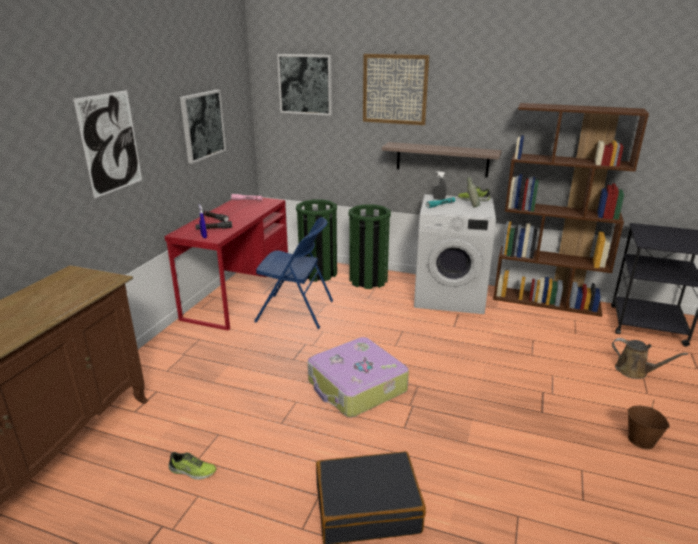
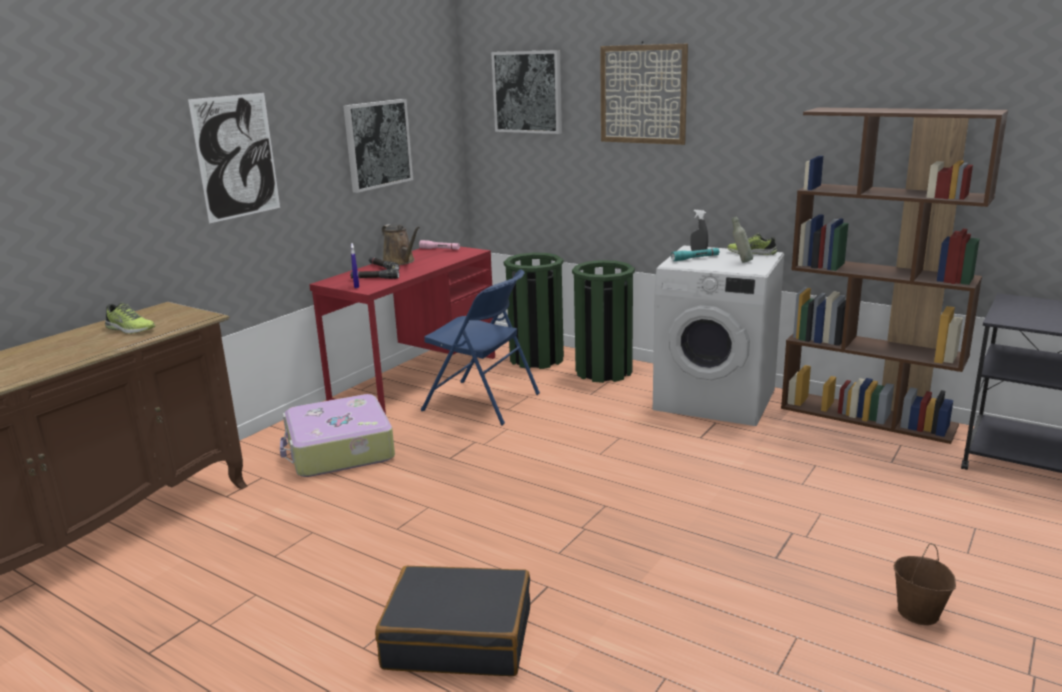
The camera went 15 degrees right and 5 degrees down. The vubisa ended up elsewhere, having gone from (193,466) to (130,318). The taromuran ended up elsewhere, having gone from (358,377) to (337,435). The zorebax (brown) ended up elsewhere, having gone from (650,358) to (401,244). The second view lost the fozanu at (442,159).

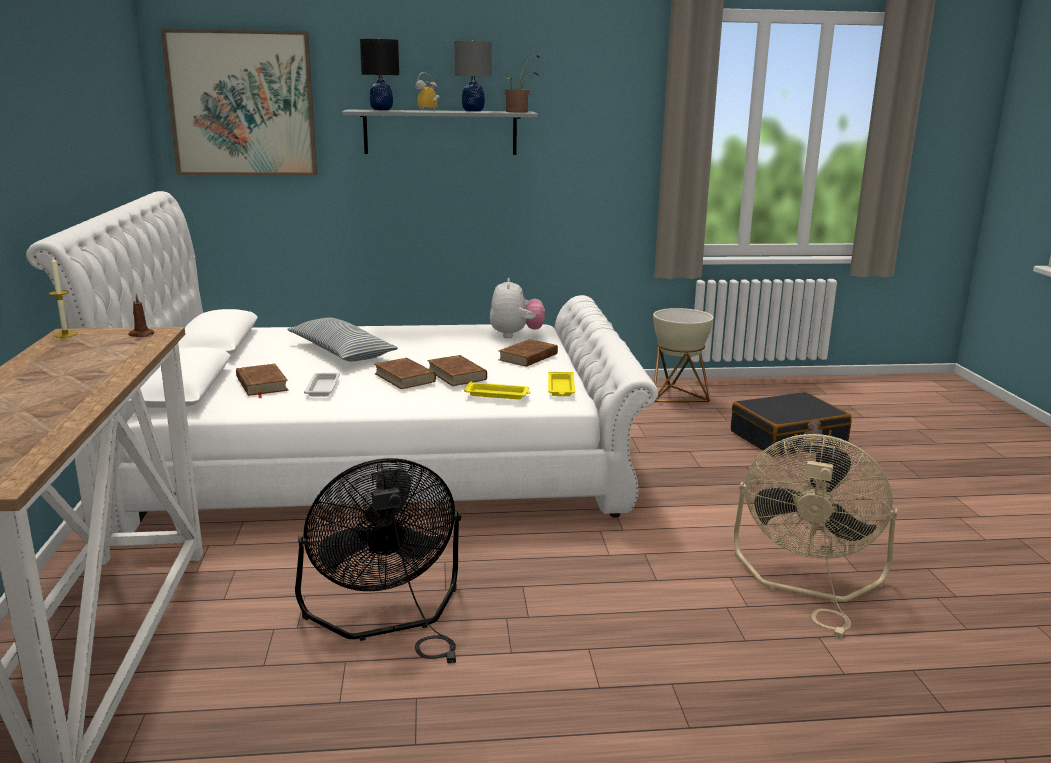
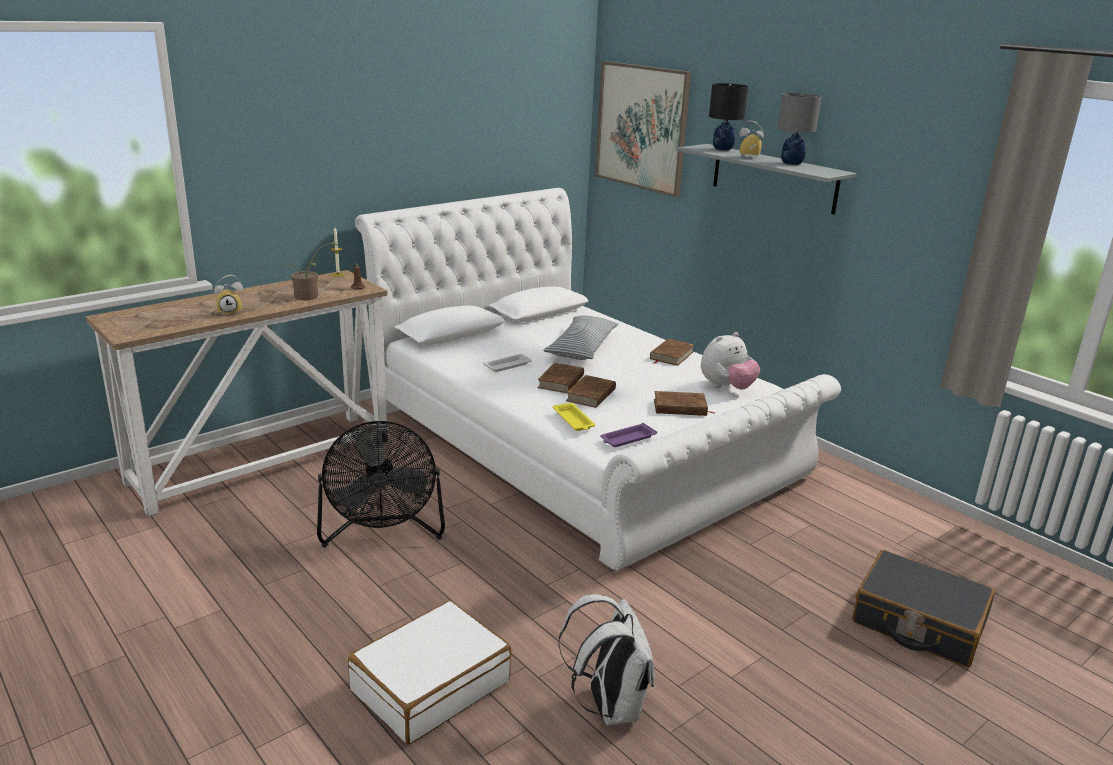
The camera went 55 degrees right and 5 degrees up. The second view gained the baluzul at (228,295). The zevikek ended up elsewhere, having gone from (522,83) to (311,271). The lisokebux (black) at (378,560) ended up facing another way, 135 degrees clockwise from before. The second view gained the taromuran (white) at (429,672). Where the lisokebux (beige) stood at (815,536), the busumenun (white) came to stand at (606,659). What was the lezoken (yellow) at (561,384) turned into the lezoken (purple) at (628,435). The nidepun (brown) ended up elsewhere, having gone from (262,381) to (672,352). The second view lost the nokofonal at (683,355).

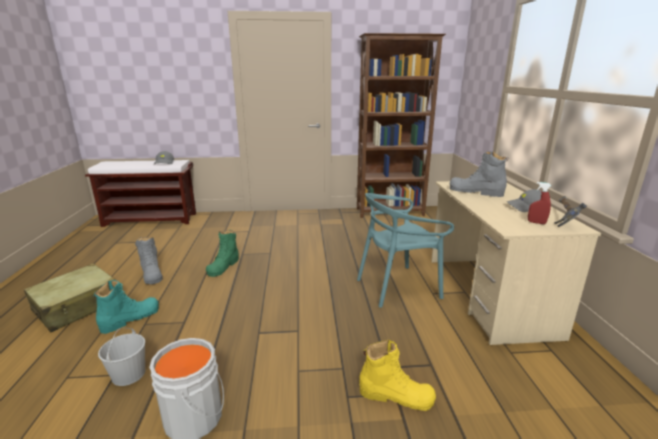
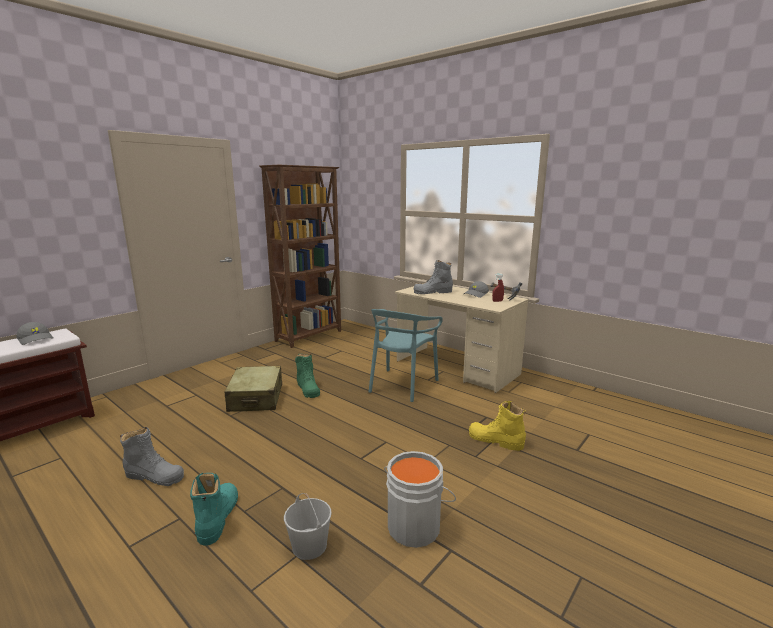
The camera went 45 degrees left and 5 degrees down. The taromuran (beige) ended up elsewhere, having gone from (69,297) to (253,389). The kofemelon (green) ended up elsewhere, having gone from (222,253) to (307,376). The kofemelon (yellow) at (397,375) ended up facing another way, 120 degrees counterclockwise from before.

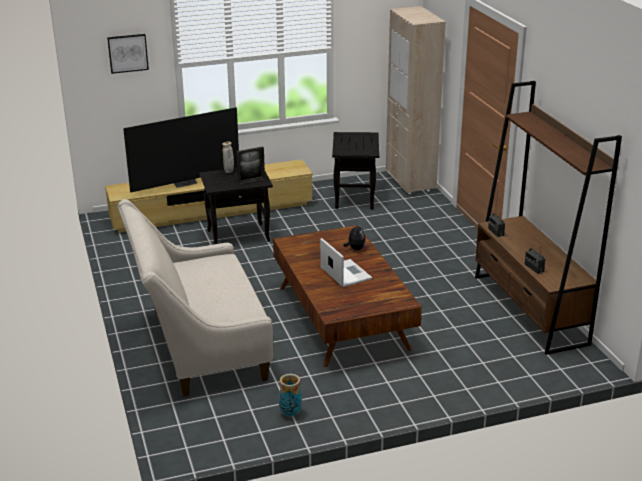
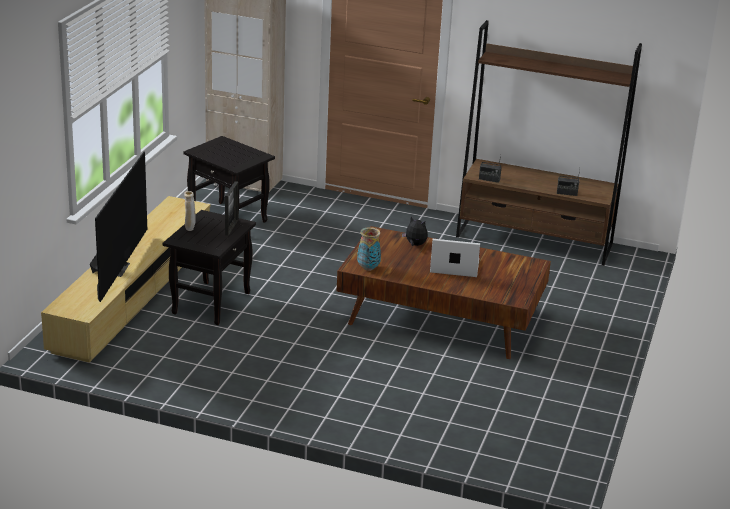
The camera went 55 degrees left and 0 degrees up. The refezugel ended up elsewhere, having gone from (290,395) to (369,249). The second view lost the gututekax at (128,54). The second view lost the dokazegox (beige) at (196,298).

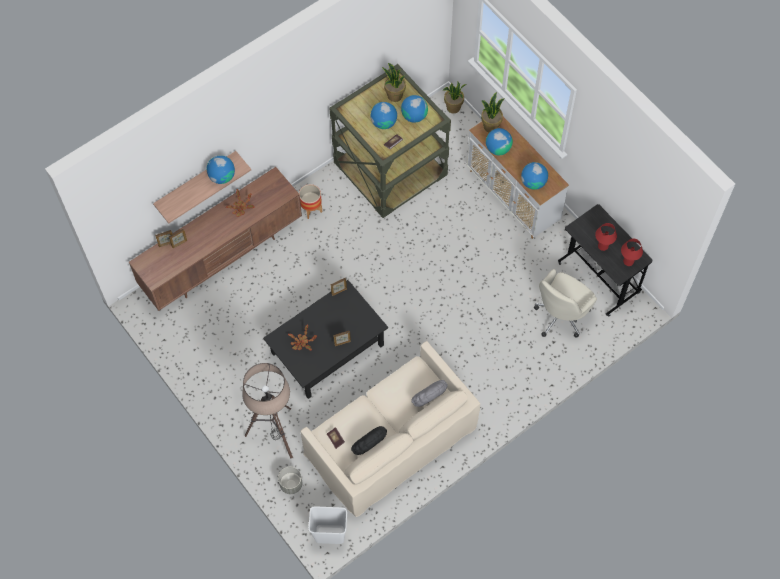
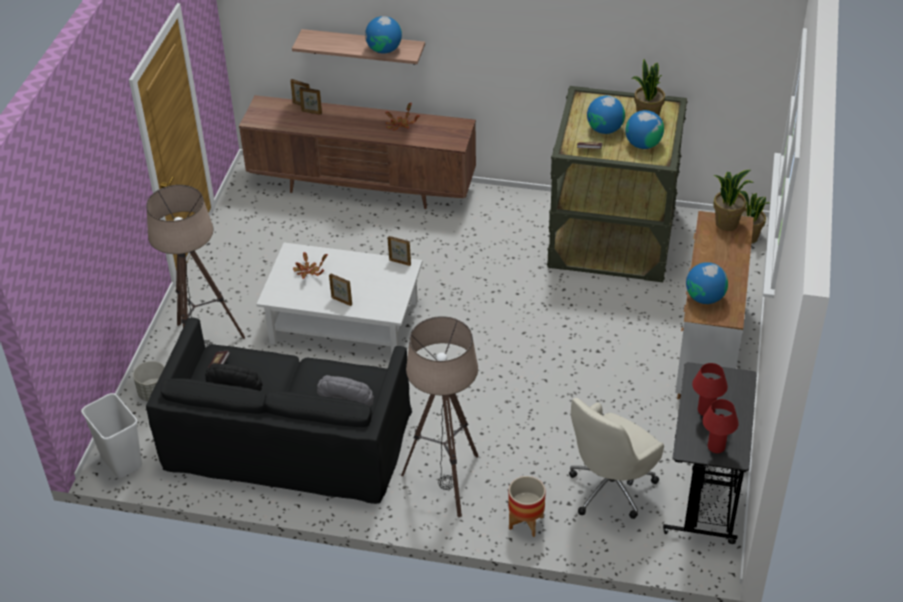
The camera went 50 degrees right and 20 degrees down. What was the dokazegox (beige) at (390,429) turned into the dokazegox (black) at (279,411). What was the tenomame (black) at (325,339) turned into the tenomame (white) at (339,298). The second view gained the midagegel at (440,416). The nokofonal ended up elsewhere, having gone from (310,201) to (526,506). The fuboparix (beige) at (565,303) ended up facing another way, 45 degrees counterclockwise from before. The second view lost the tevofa at (499,141).

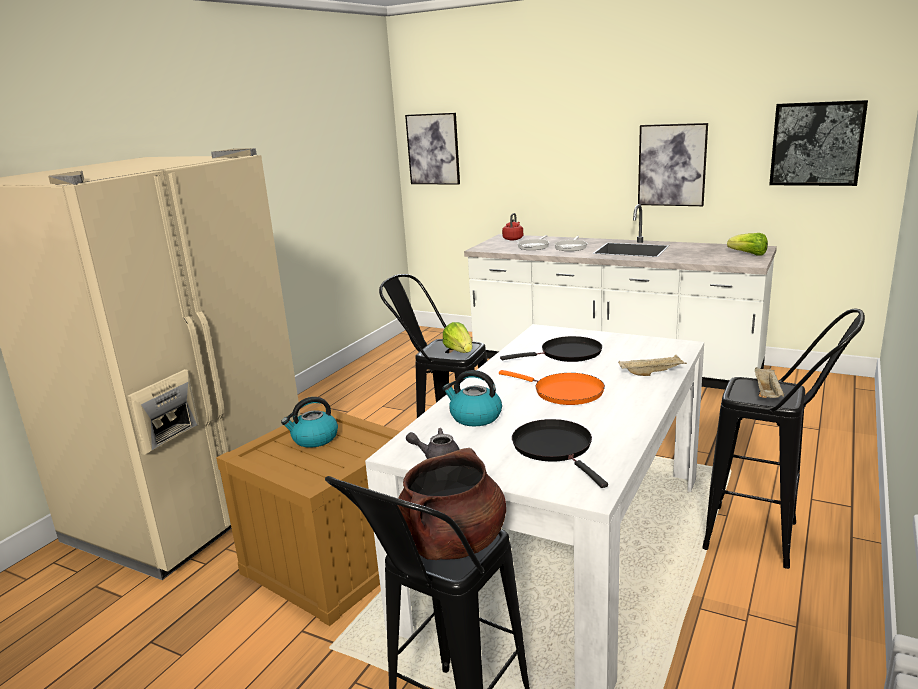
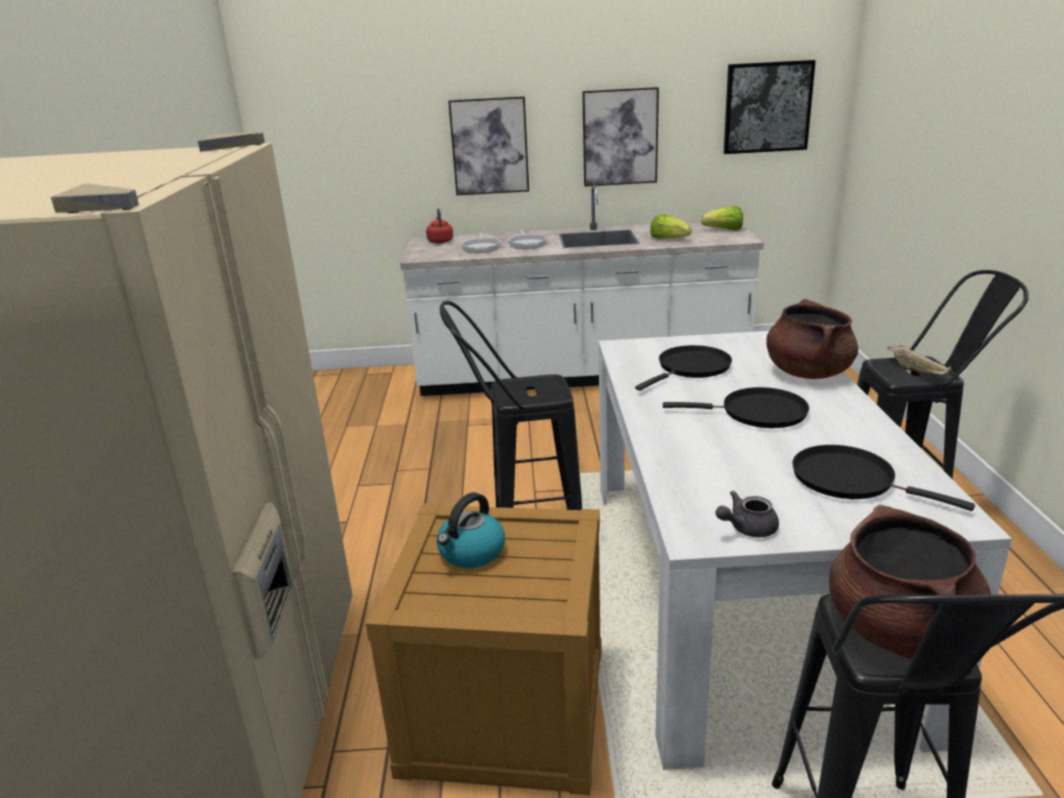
The camera went 30 degrees left and 5 degrees up. The gututekax ended up elsewhere, having gone from (432,149) to (488,145). The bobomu ended up elsewhere, having gone from (457,337) to (671,226). What was the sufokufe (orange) at (552,387) turned into the sufokufe (black) at (736,407). Where the lezoken (beige) stood at (652,365), the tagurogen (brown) came to stand at (812,339). The second view lost the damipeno at (472,398).

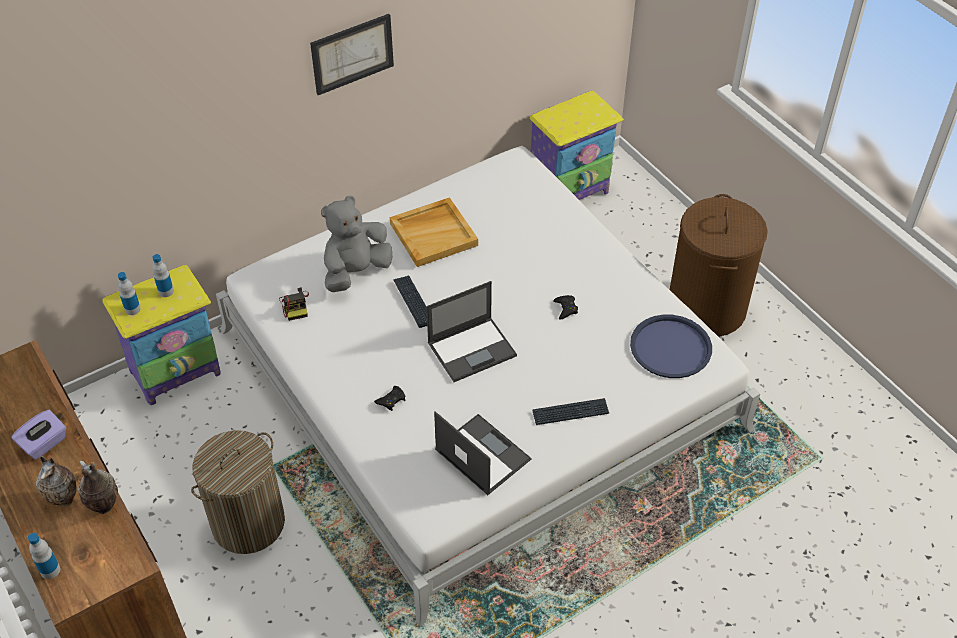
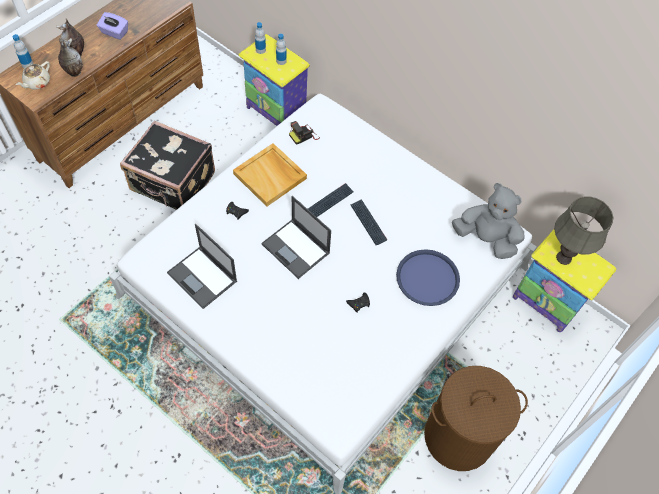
The camera went 70 degrees right and 10 degrees up. The second view gained the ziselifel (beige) at (33,75). Where the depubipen stood at (238,492), the taromuran (black) came to stand at (167,165). The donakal at (483,453) ended up facing another way, 105 degrees clockwise from before. The lezoken (beige) ended up elsewhere, having gone from (434,232) to (270,175). The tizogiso ended up elsewhere, having gone from (570,411) to (368,222). The lezoken (blue) ended up elsewhere, having gone from (671,346) to (428,277). The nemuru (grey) ended up elsewhere, having gone from (356,244) to (488,221). The second view gained the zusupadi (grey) at (583,230). The second view lost the gututekax at (352,54).

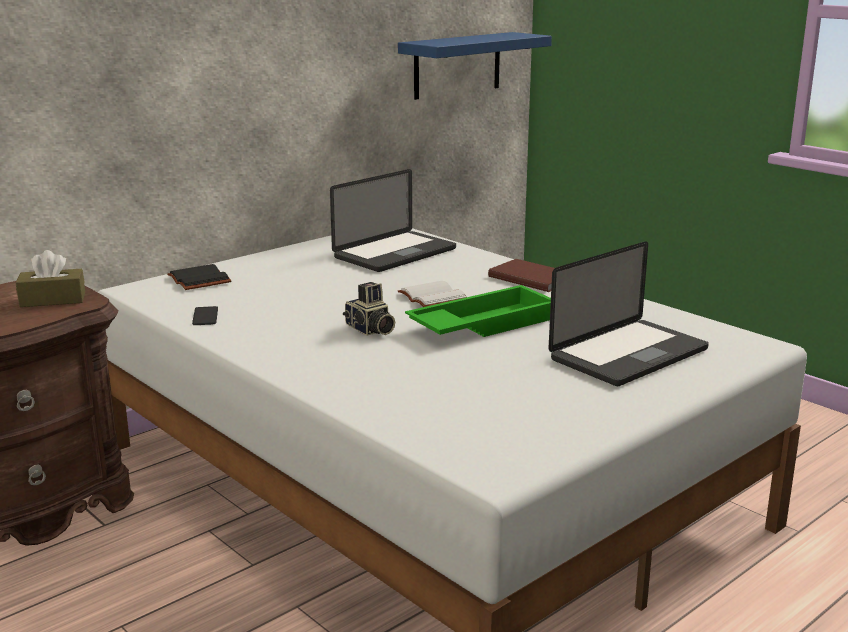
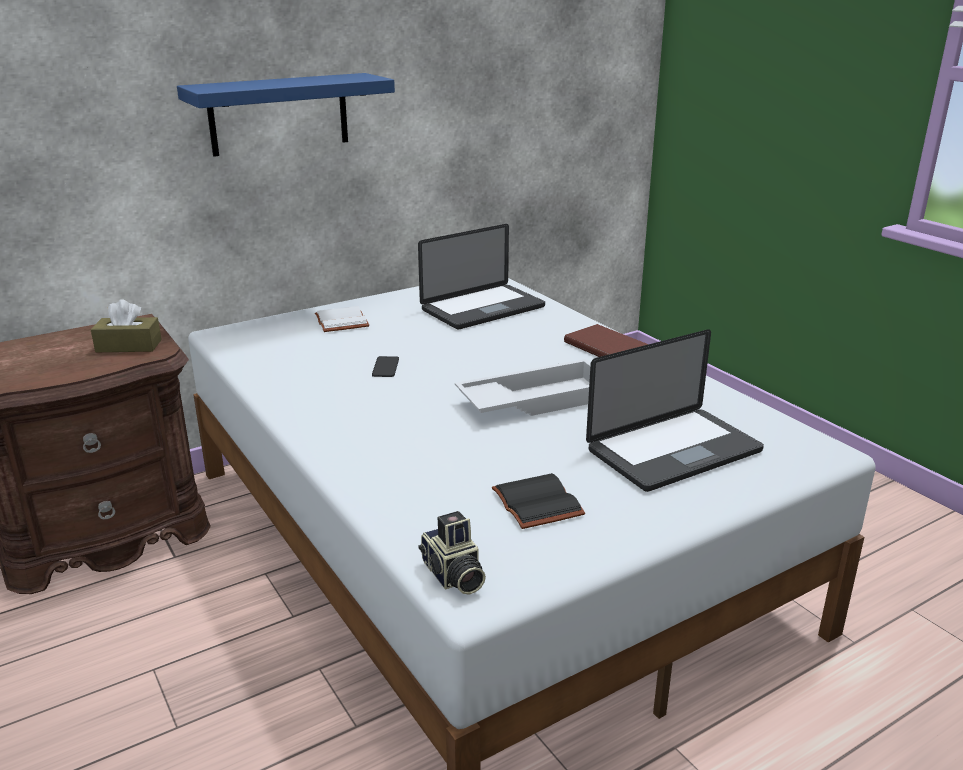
The camera went 10 degrees right and 5 degrees up. The fozanu (blue) ended up elsewhere, having gone from (475,66) to (286,115). The nidepun (white) ended up elsewhere, having gone from (432,294) to (342,319). The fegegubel ended up elsewhere, having gone from (205,315) to (385,366). The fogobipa ended up elsewhere, having gone from (369,309) to (452,553). What was the lezoken (green) at (478,311) turned into the lezoken (white) at (523,387). The nidepun (black) ended up elsewhere, having gone from (199,277) to (538,501).

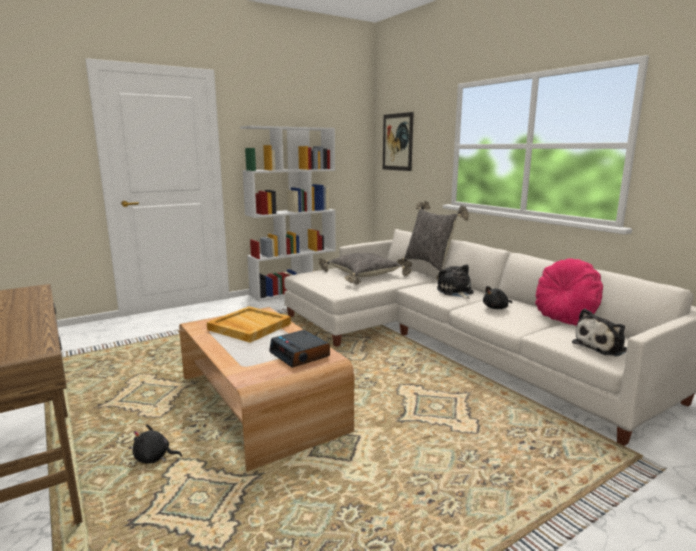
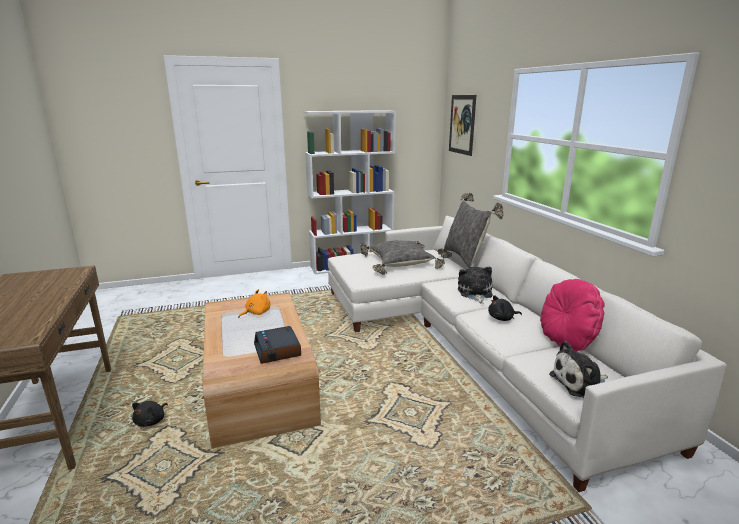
The camera went 15 degrees right and 5 degrees up. The nemuru (black) at (157,443) ended up facing another way, 90 degrees counterclockwise from before. Where the lezoken (beige) stood at (249,324), the nemuru (orange) came to stand at (254,303).

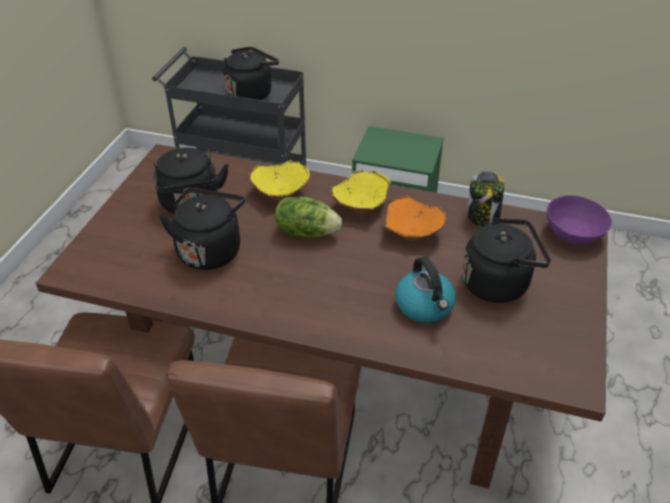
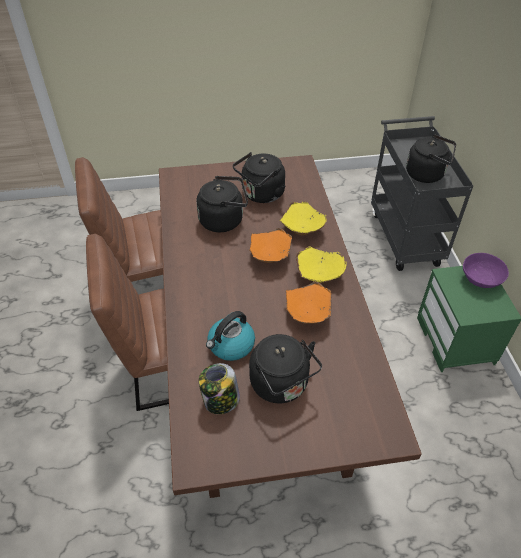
The camera went 65 degrees right and 5 degrees up. The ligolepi ended up elsewhere, having gone from (485,199) to (219,388). Where the bobomu stood at (308,217), the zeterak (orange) came to stand at (270,245). The zeterak (purple) ended up elsewhere, having gone from (579,219) to (486,270).

